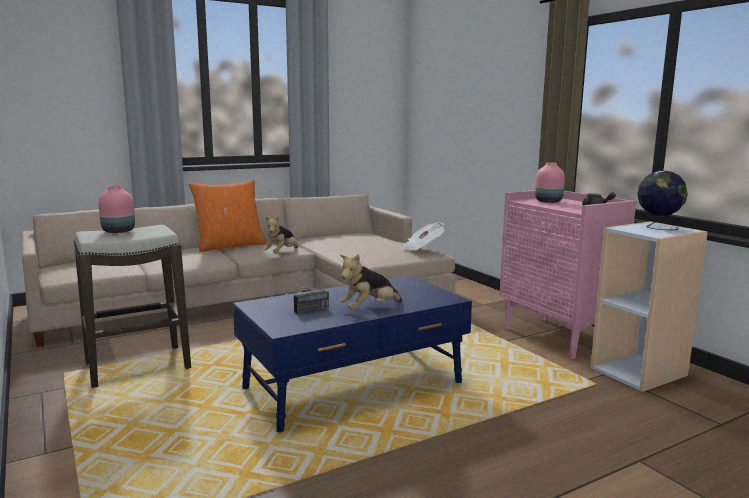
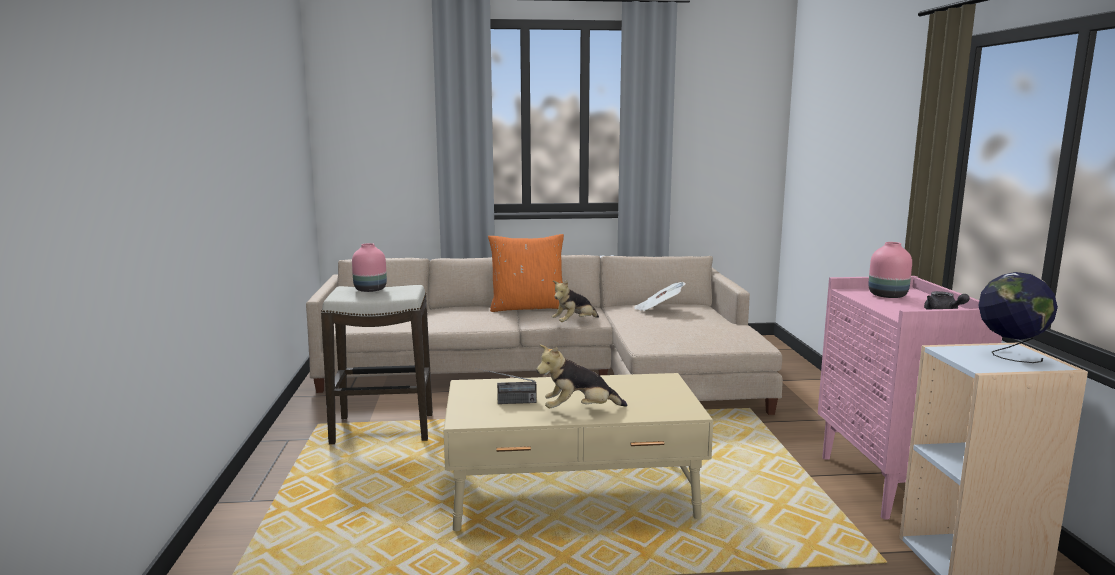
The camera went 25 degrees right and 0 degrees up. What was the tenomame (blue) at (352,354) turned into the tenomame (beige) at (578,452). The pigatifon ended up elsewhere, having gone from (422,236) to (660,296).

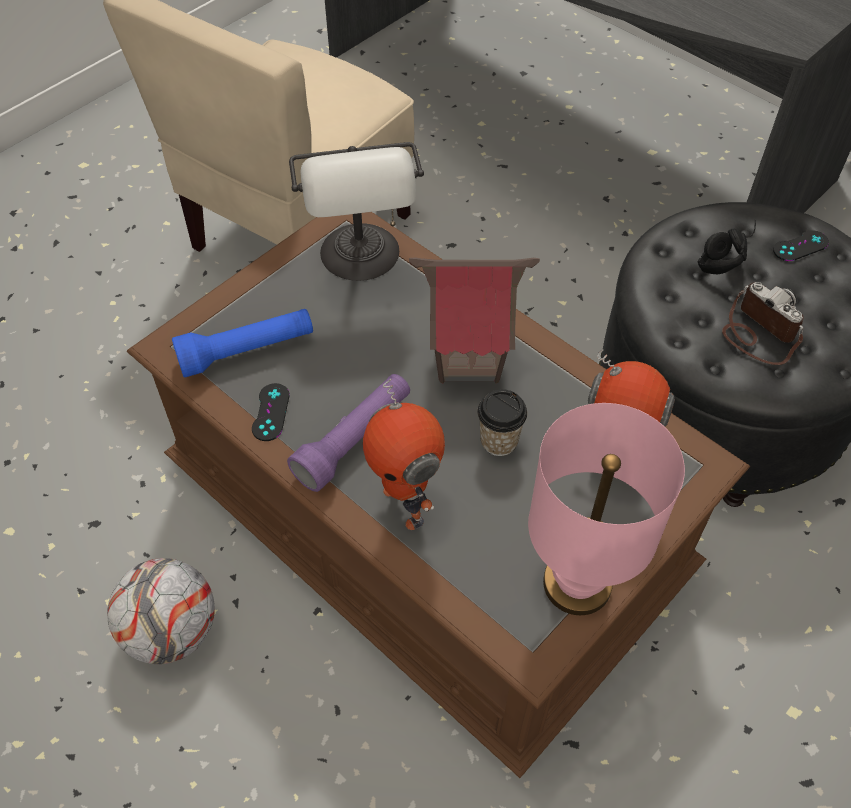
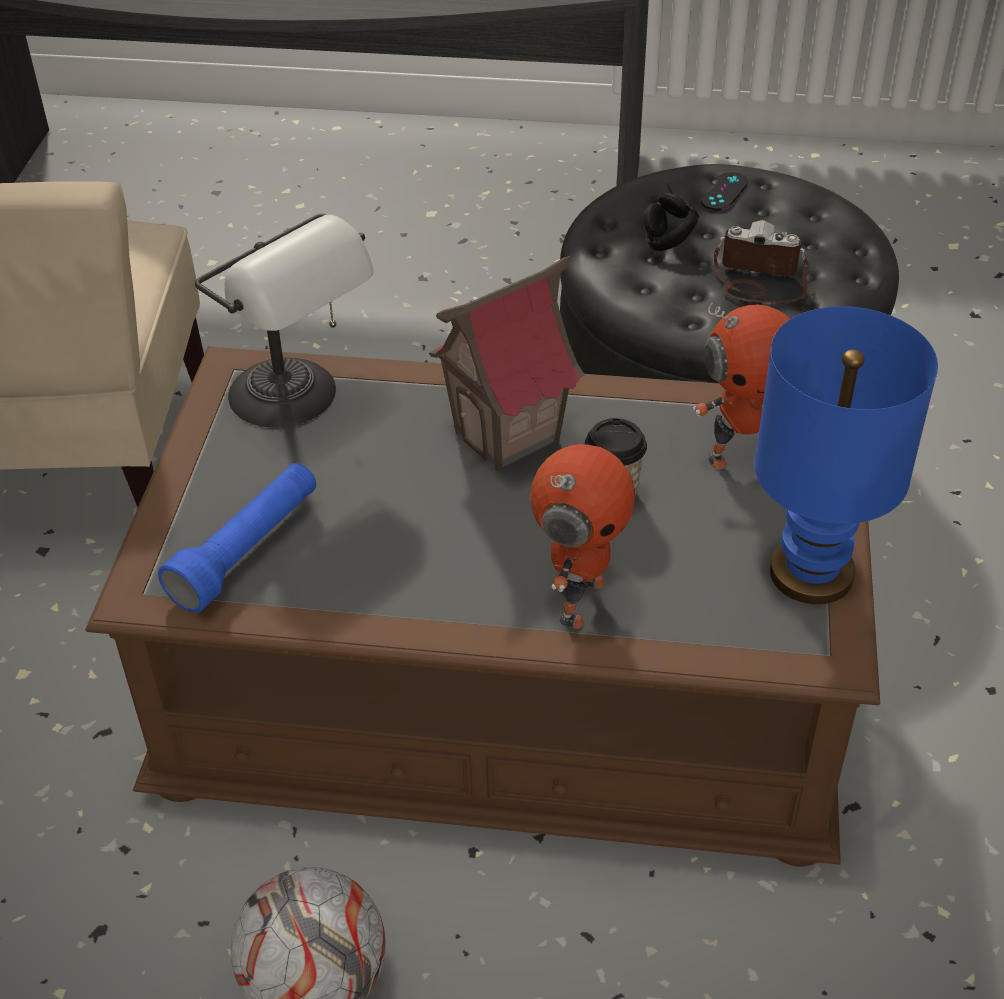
The camera went 35 degrees left and 10 degrees down. The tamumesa at (404,454) ended up facing another way, 90 degrees counterclockwise from before. What was the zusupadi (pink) at (606,509) turned into the zusupadi (blue) at (846,455). The second view lost the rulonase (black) at (271,412). The second view lost the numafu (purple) at (348,433).

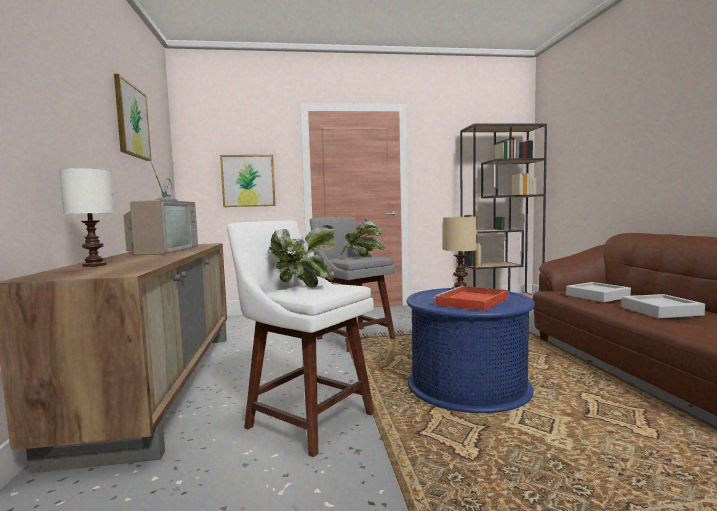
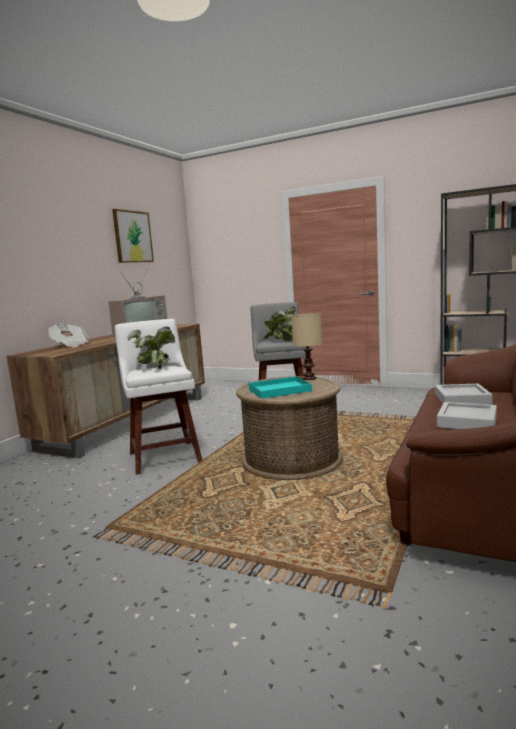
The camera went 35 degrees right and 5 degrees up. Where the zusupadi (white) stood at (87,217), the pigatifon came to stand at (68,335). What was the tenomame (blue) at (471,350) turned into the tenomame (brown) at (289,428). What was the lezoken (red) at (470,298) turned into the lezoken (turquoise) at (280,387). The second view lost the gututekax at (248,181).

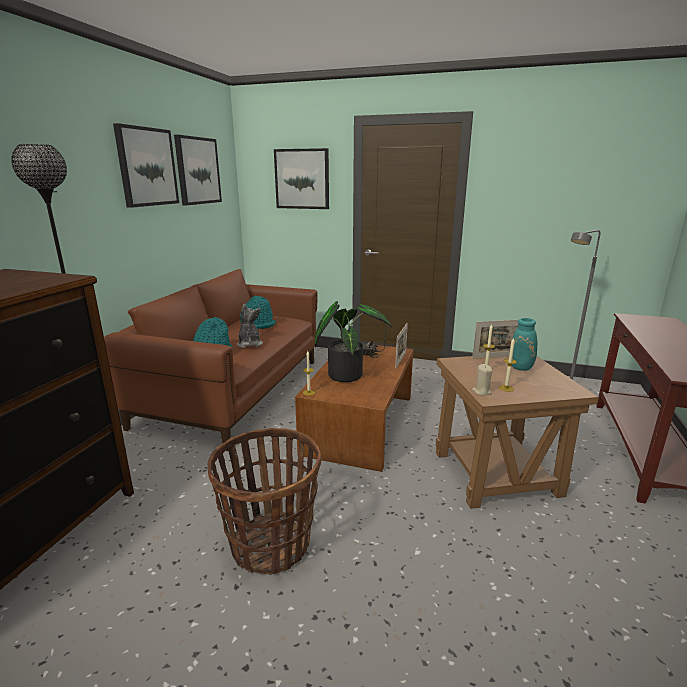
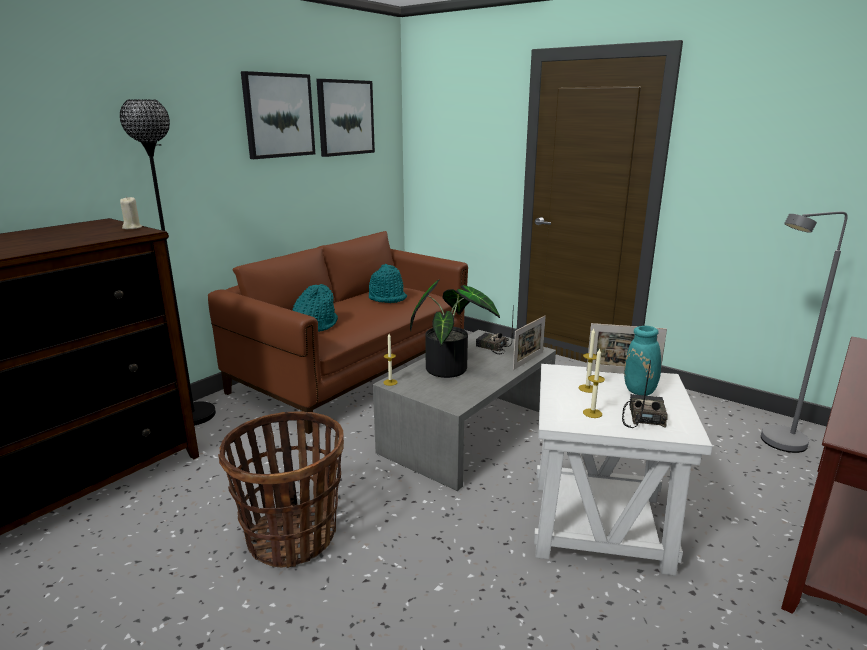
The camera went 20 degrees right and 0 degrees up. The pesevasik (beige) ended up elsewhere, having gone from (482,380) to (131,212). What was the tenomame (brown) at (354,408) turned into the tenomame (grey) at (464,410). What was the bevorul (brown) at (517,432) turned into the bevorul (white) at (623,470). The second view gained the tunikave at (645,394). The second view lost the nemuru at (249,326). The second view lost the gututekax at (301,178).

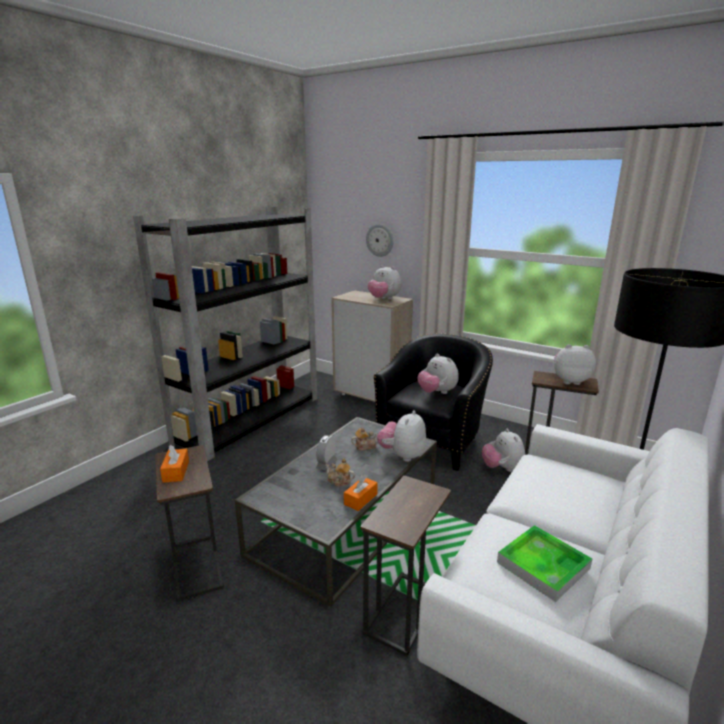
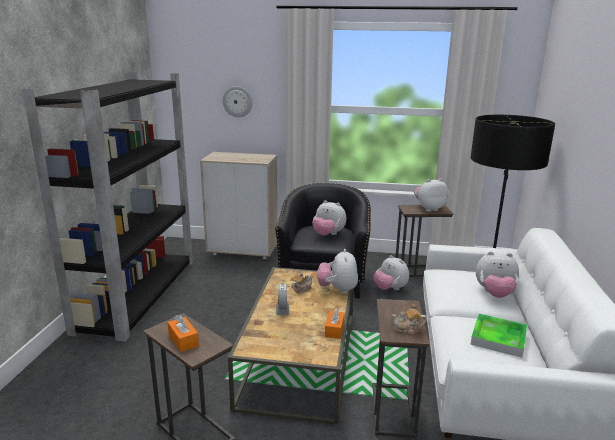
The camera went 25 degrees left and 0 degrees up. What was the tenomame (grey) at (336,512) turned into the tenomame (brown) at (291,346). The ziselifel ended up elsewhere, having gone from (340,472) to (409,319). The nemuru ended up elsewhere, having gone from (384,282) to (497,274).

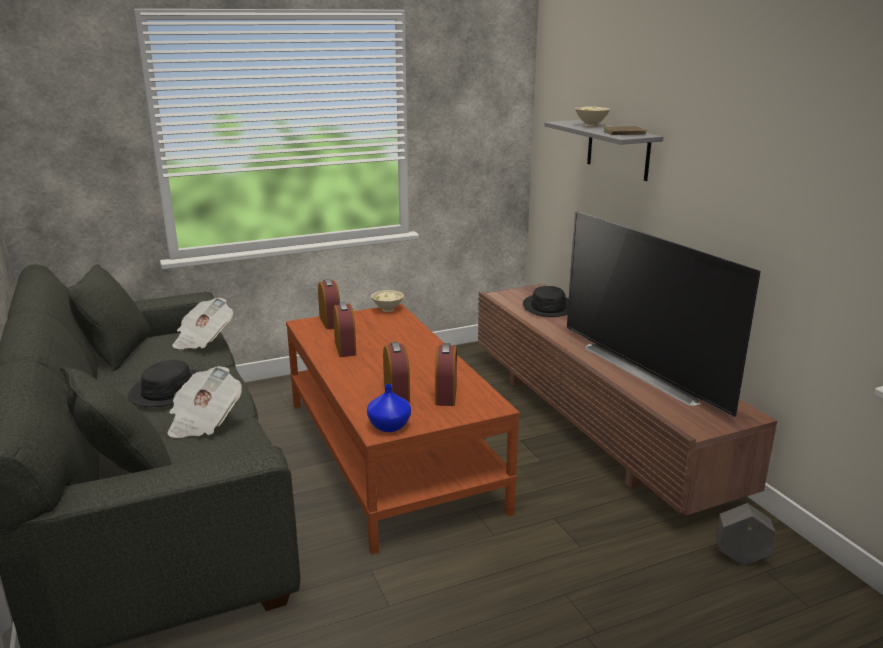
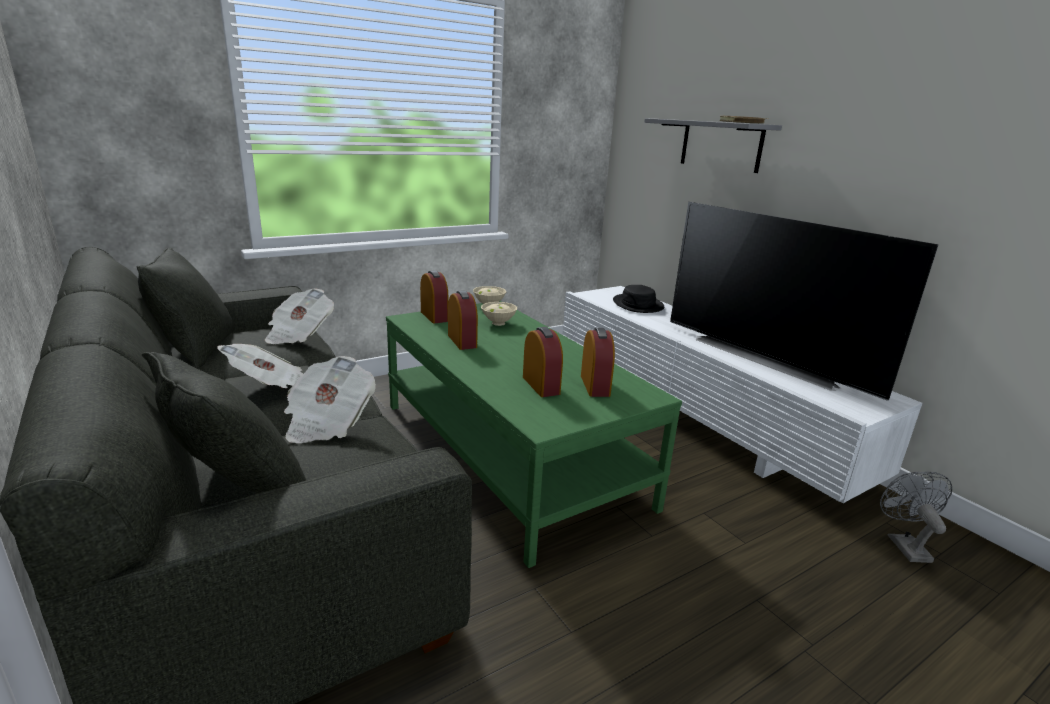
The camera went 10 degrees left and 0 degrees up. Where the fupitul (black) stood at (164,383), the pigatifon came to stand at (260,366). What was the tenomame (brown) at (403,429) turned into the tenomame (green) at (534,434). The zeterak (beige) ended up elsewhere, having gone from (592,116) to (499,314). What was the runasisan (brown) at (627,399) turned into the runasisan (white) at (743,394). Where the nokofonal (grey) stood at (746,534), the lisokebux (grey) came to stand at (916,517). The second view lost the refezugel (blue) at (389,408).

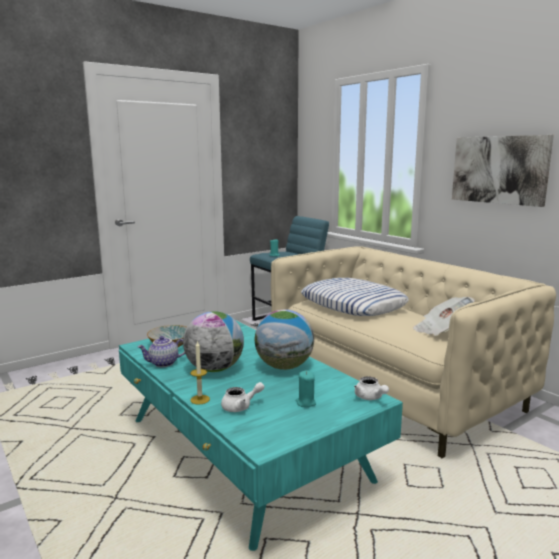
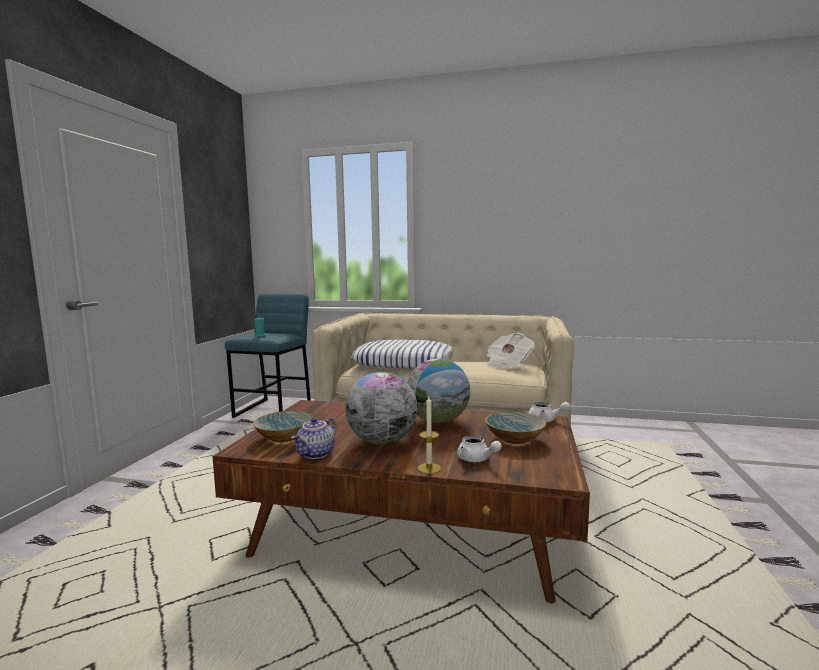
The camera went 40 degrees left and 5 degrees down. What was the tenomame (turquoise) at (261,435) turned into the tenomame (brown) at (401,501). The ziselifel (white) at (243,397) ended up facing another way, 105 degrees clockwise from before. Where the pesevasik (turquoise) stood at (306,389), the zeterak came to stand at (515,428). The second view lost the gututekax at (503,171).

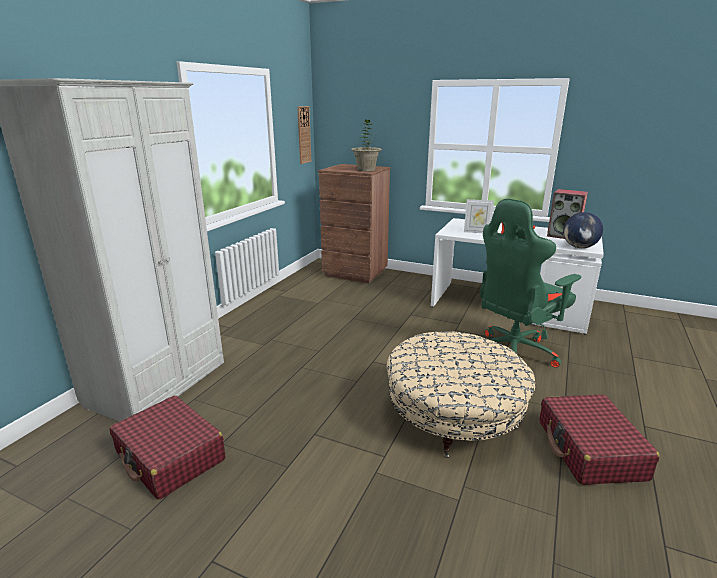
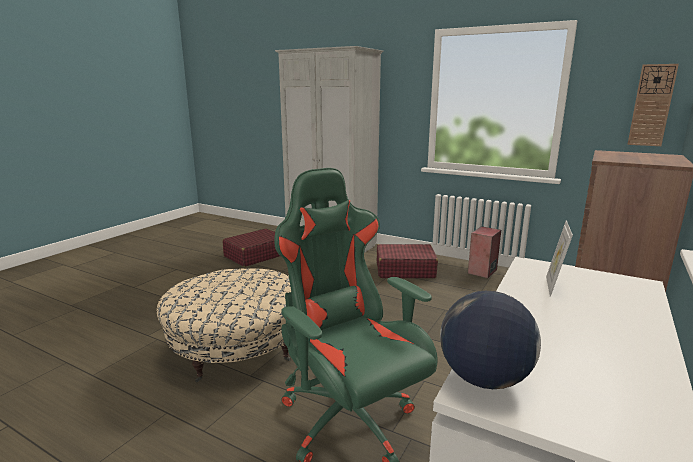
The camera went 95 degrees right and 5 degrees down. The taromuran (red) ended up elsewhere, having gone from (599,439) to (407,261). The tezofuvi ended up elsewhere, having gone from (567,214) to (484,252). The second view lost the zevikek at (366,145).

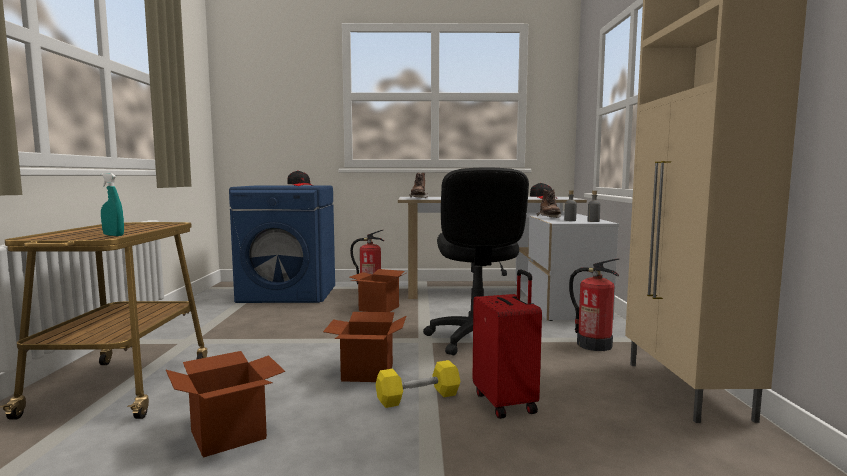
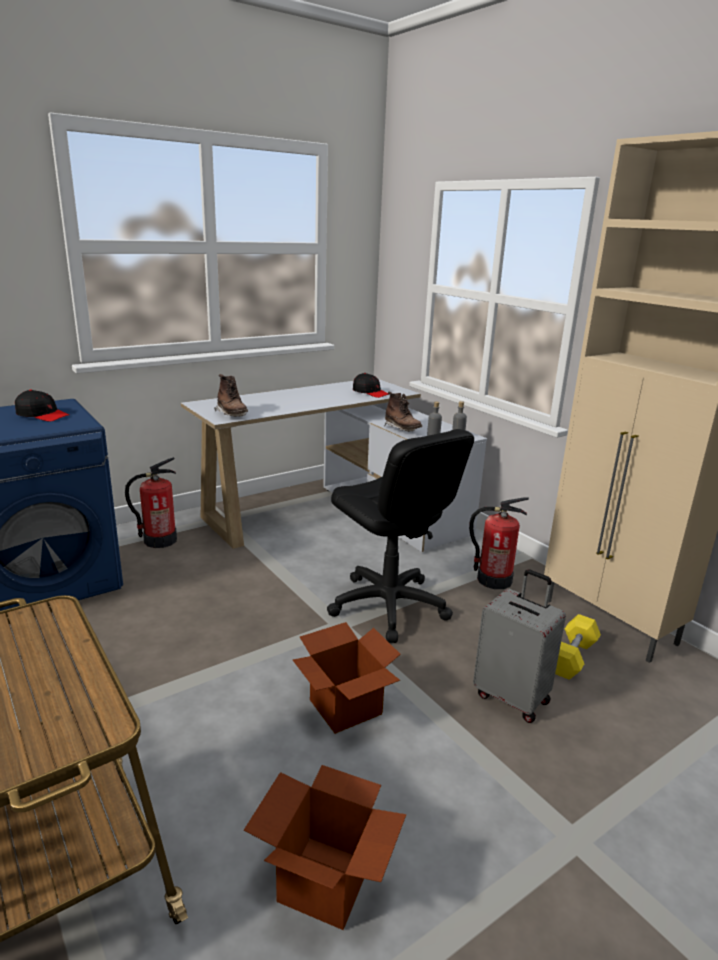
The camera went 35 degrees left and 15 degrees up. What was the taromuran (red) at (507,344) turned into the taromuran (grey) at (519,646). The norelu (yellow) ended up elsewhere, having gone from (418,384) to (578,647). The second view lost the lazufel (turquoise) at (112,204). The second view lost the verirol at (377,290).

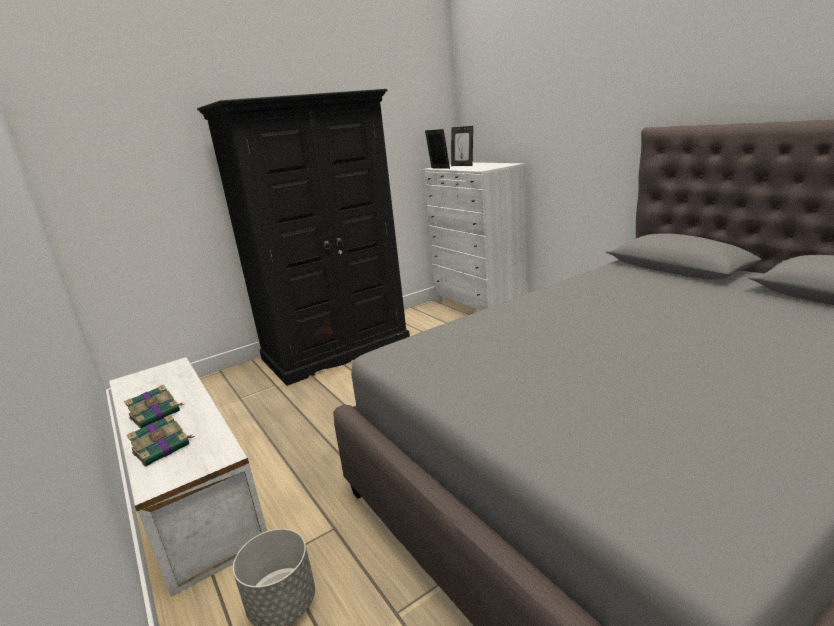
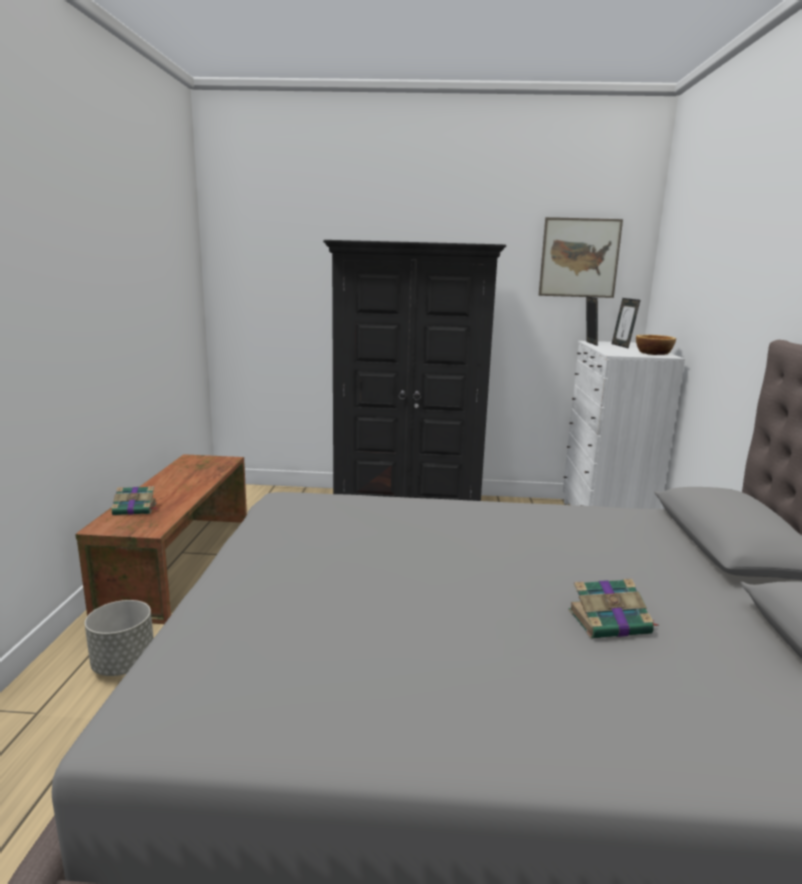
The camera went 35 degrees right and 5 degrees down. What was the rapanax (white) at (188,477) turned into the rapanax (brown) at (161,539). The second view gained the gututekax at (581,257). The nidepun ended up elsewhere, having gone from (154,407) to (613,609). The second view gained the zeterak at (656,345).

